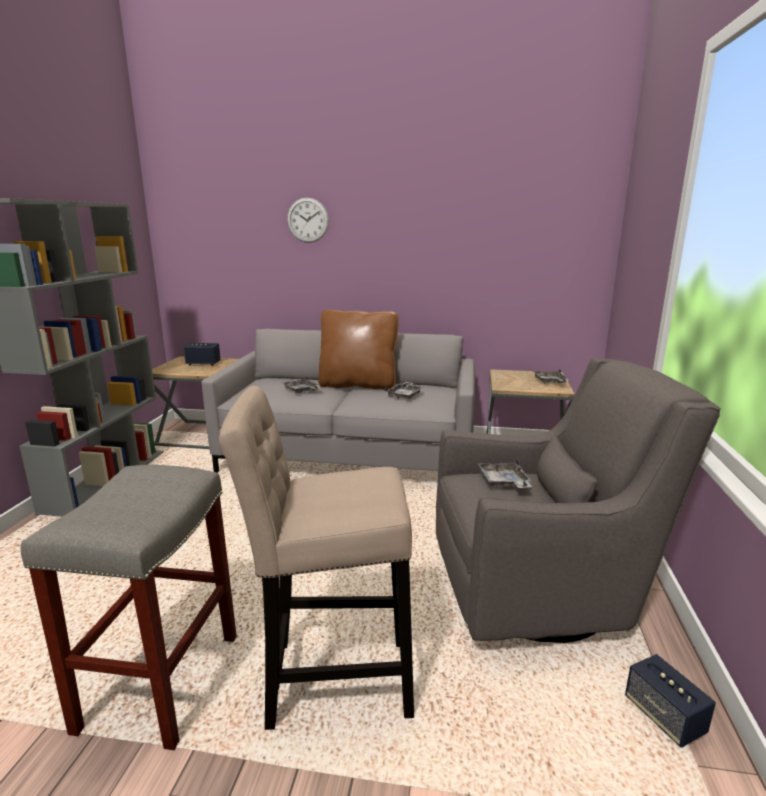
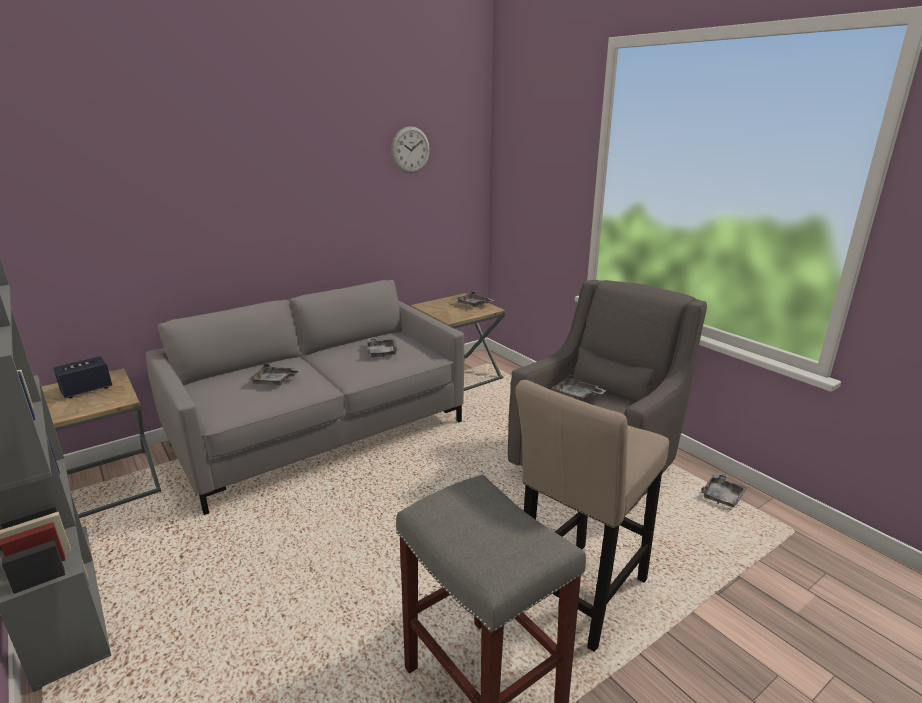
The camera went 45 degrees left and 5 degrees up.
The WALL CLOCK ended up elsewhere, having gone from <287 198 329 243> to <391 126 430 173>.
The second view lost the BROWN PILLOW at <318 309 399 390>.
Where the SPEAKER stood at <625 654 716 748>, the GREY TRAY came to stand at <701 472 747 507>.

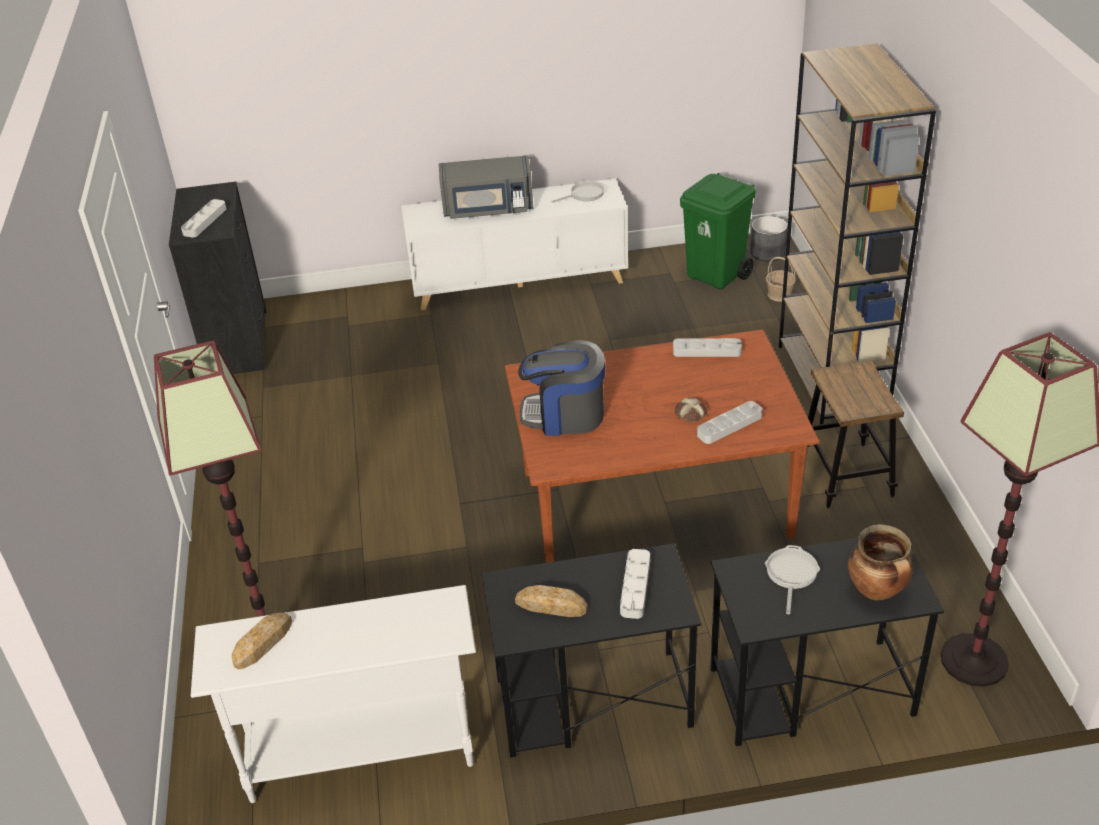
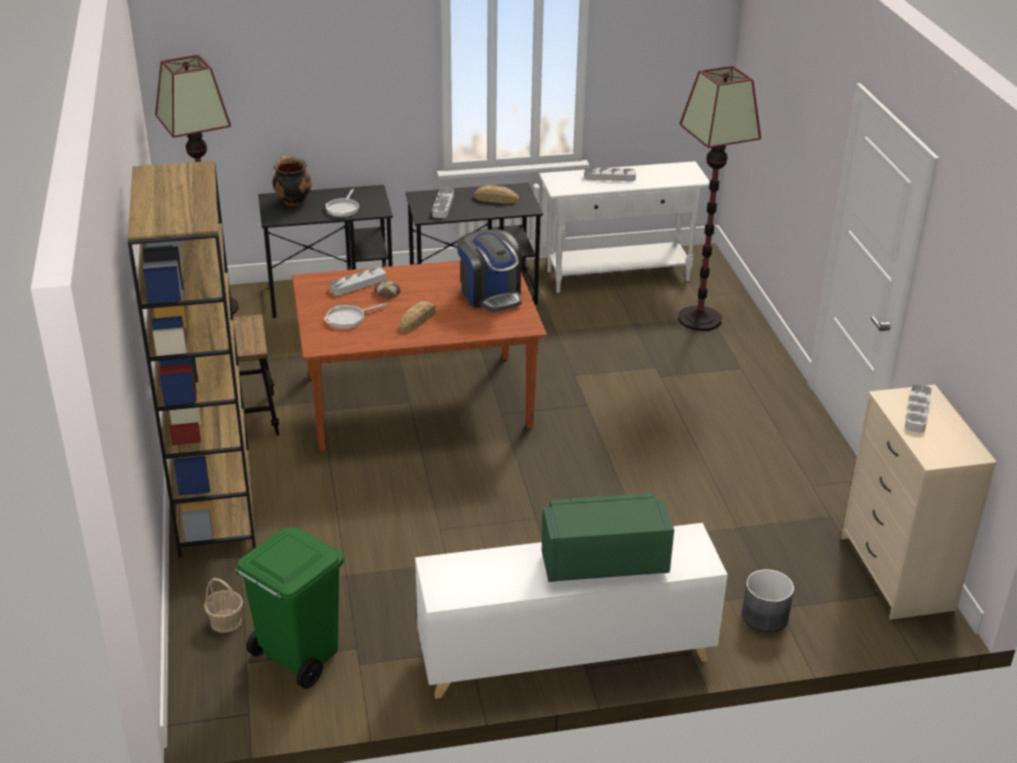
The camera went 175 degrees right and 5 degrees down.
What was the GREY MICROWAVE at <439 155 533 219> turned into the GREEN MICROWAVE at <542 493 674 582>.
The FRYING PAN ended up elsewhere, having gone from <551 181 606 203> to <324 303 386 329>.
What was the BLACK DRESSER at <169 182 267 374> turned into the BEIGE DRESSER at <841 385 997 619>.
The GREY PLANTER ended up elsewhere, having gone from <750 216 787 261> to <742 569 794 632>.
The GREY TRAY ended up elsewhere, having gone from <673 338 742 357> to <584 168 636 181>.
The COFFEE MACHINE at <518 340 605 436> ended up facing another way, 60 degrees clockwise from before.
The BREAD ended up elsewhere, having gone from <232 613 292 669> to <400 301 436 333>.

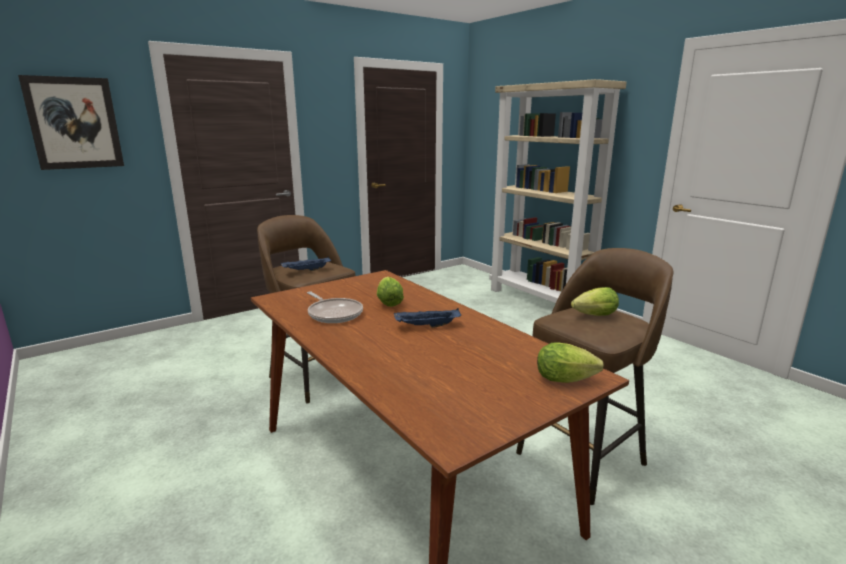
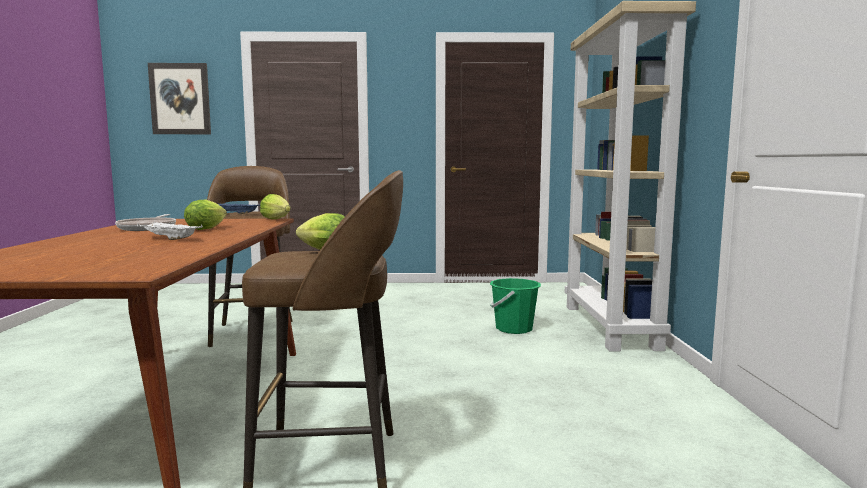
The camera went 35 degrees right and 10 degrees down.
What was the BLUE TRAY at <394 308 461 328> turned into the WHITE TRAY at <137 222 203 240>.
The LETTUCE ended up elsewhere, having gone from <537 342 604 383> to <260 194 291 219>.
The second view gained the GREEN BUCKET at <490 278 541 334>.

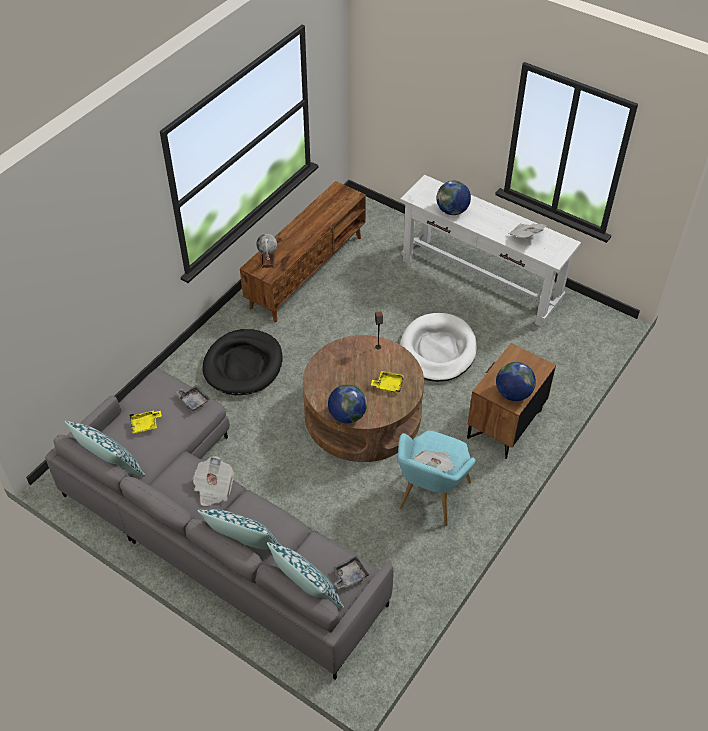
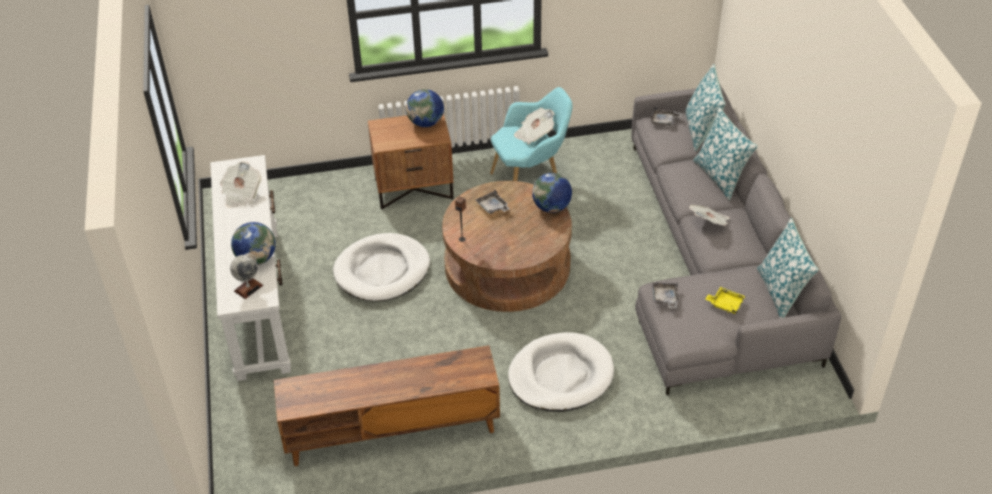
The camera went 135 degrees left and 5 degrees down.
The GLOBE ended up elsewhere, having gone from <256 234 277 268> to <230 253 263 299>.
What was the BLACK DOG BED at <202 329 283 395> turned into the WHITE DOG BED at <508 332 614 412>.
What was the YELLOW TRAY at <371 371 404 393> turned into the GREY TRAY at <476 190 510 214>.

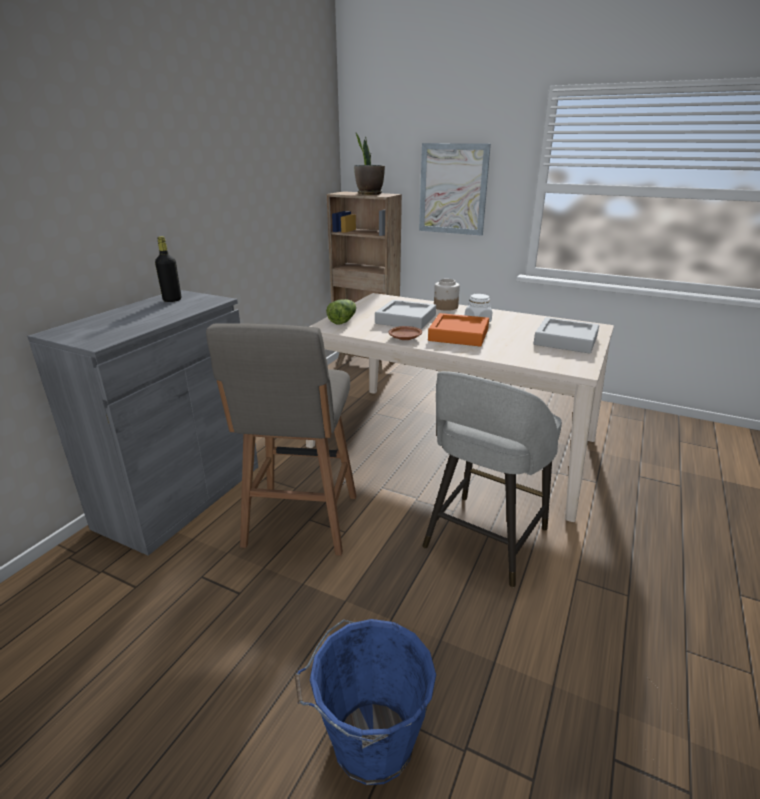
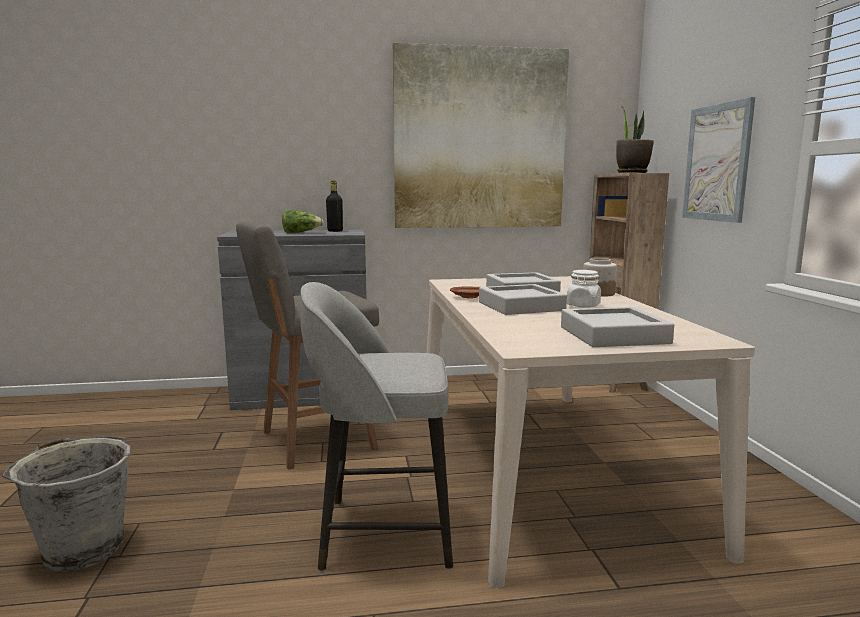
The camera went 55 degrees right and 15 degrees down.
The LETTUCE ended up elsewhere, having gone from <326 299 356 325> to <282 210 324 233>.
What was the ORANGE TRAY at <428 313 489 347> turned into the GREY TRAY at <479 284 567 315>.
What was the BLUE BUCKET at <295 619 436 785> turned into the GREY BUCKET at <2 436 130 571>.
The second view gained the PICTURE at <393 43 569 228>.

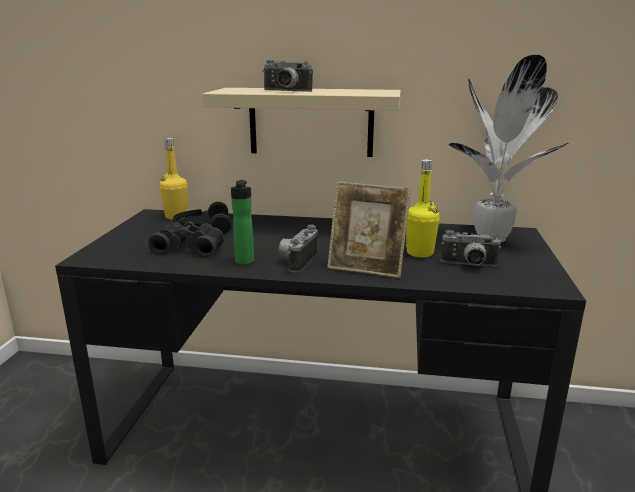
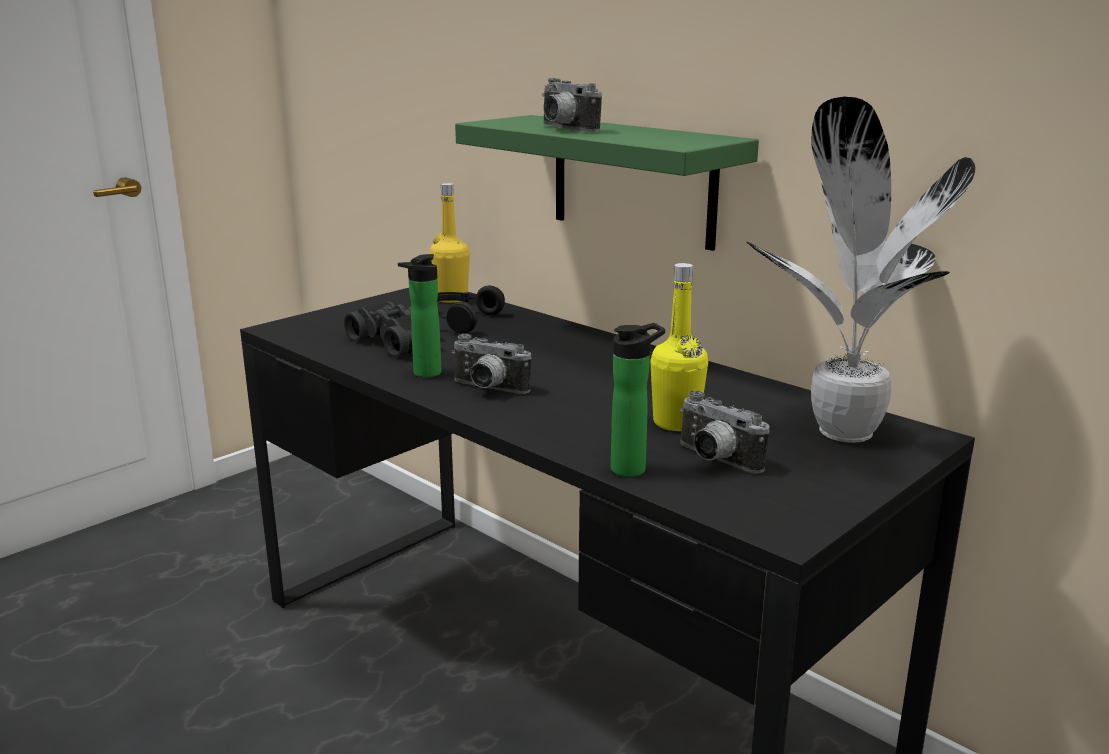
The camera went 35 degrees right and 0 degrees up.
What was the BEIGE SHELF at <203 88 401 157> turned into the GREEN SHELF at <455 115 759 251>.
The second view lost the PICTURE FRAME at <327 181 411 278>.
The PHOTO CAMERA at <279 225 318 273> ended up facing another way, 120 degrees counterclockwise from before.
The second view gained the BOTTLE at <611 323 665 477>.

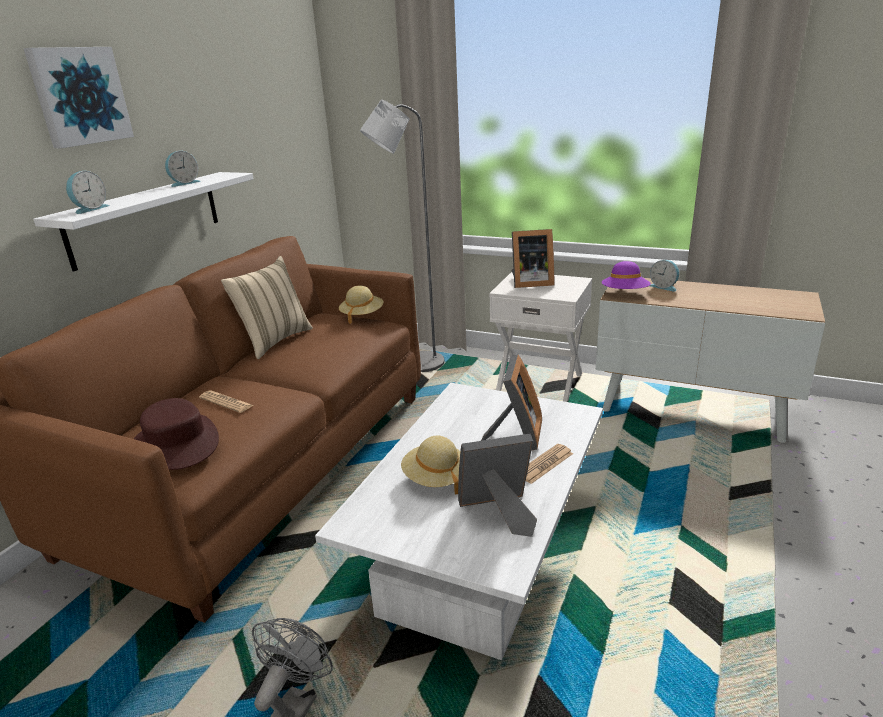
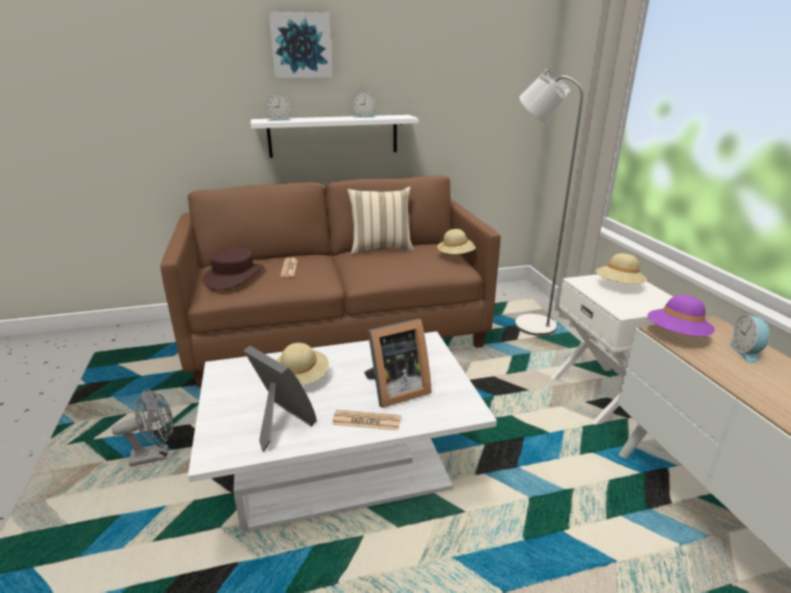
The camera went 50 degrees right and 0 degrees up.
Where the PICTURE FRAME stood at <511 229 554 288>, the BEIGE HAT came to stand at <596 253 647 284>.

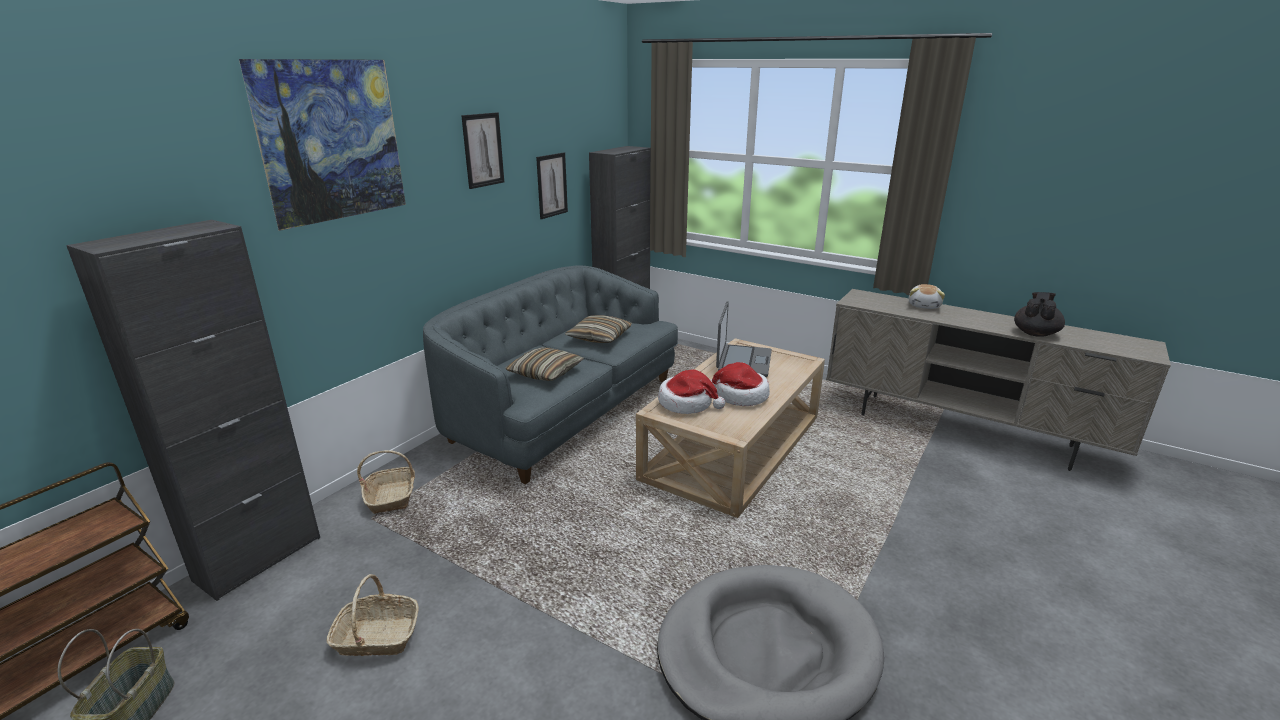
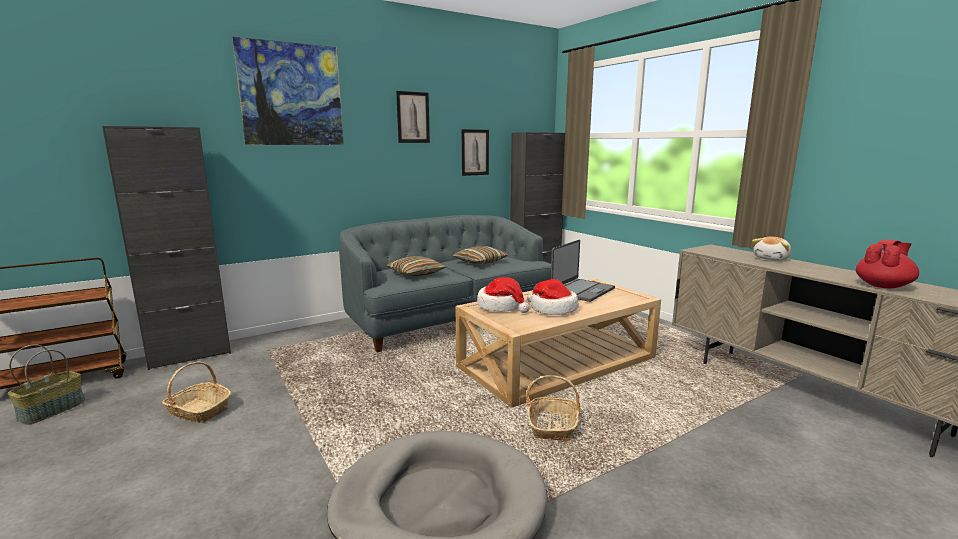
The camera went 25 degrees right and 10 degrees down.
What was the BLACK TEAPOT at <1014 292 1065 337> turned into the RED TEAPOT at <856 240 919 289>.
The BASKET ended up elsewhere, having gone from <357 450 415 514> to <526 375 580 441>.

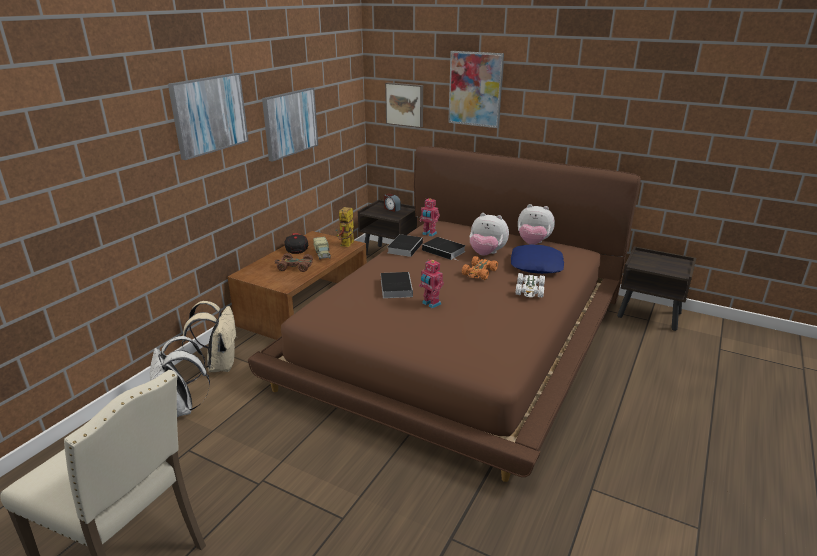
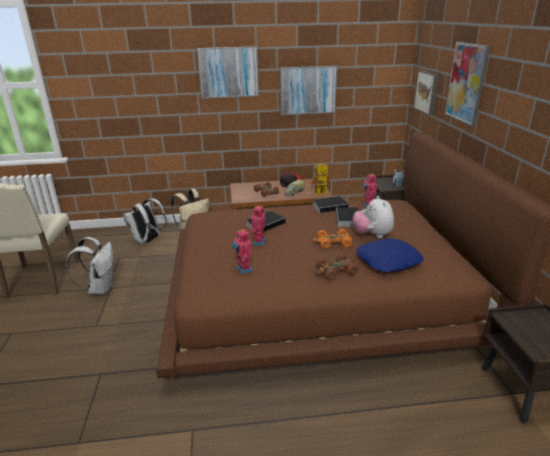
The camera went 55 degrees right and 0 degrees up.
The second view lost the PLUSH TOY at <518 204 555 245>.
What was the WHITE TOY CAR at <515 273 545 298> turned into the BROWN TOY CAR at <315 254 358 280>.
The second view gained the TOY ROBOT at <232 228 253 274>.
The second view gained the WHITE BACKPACK at <67 237 114 295>.

